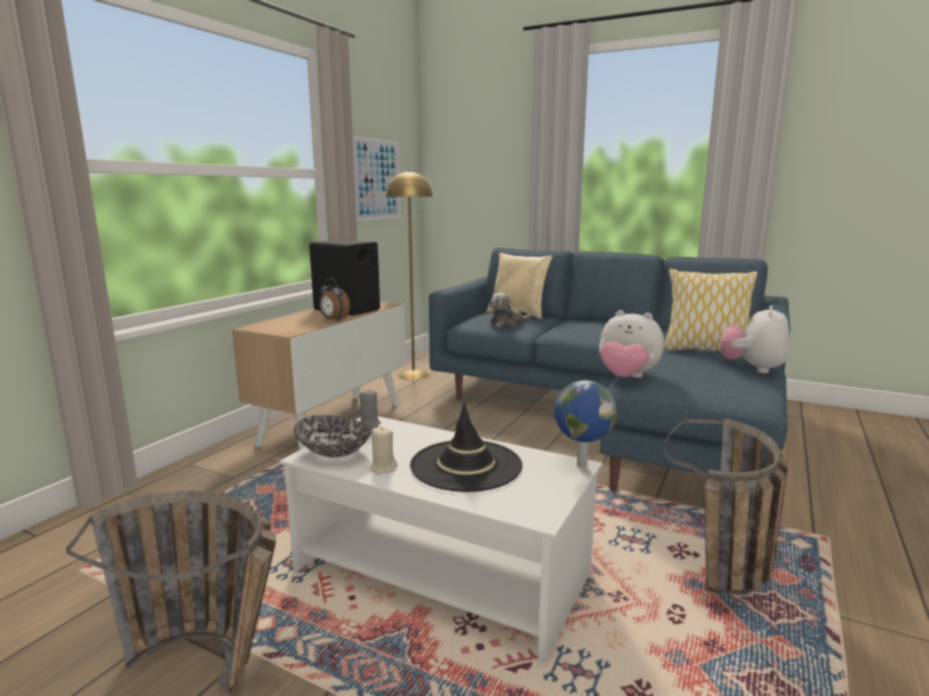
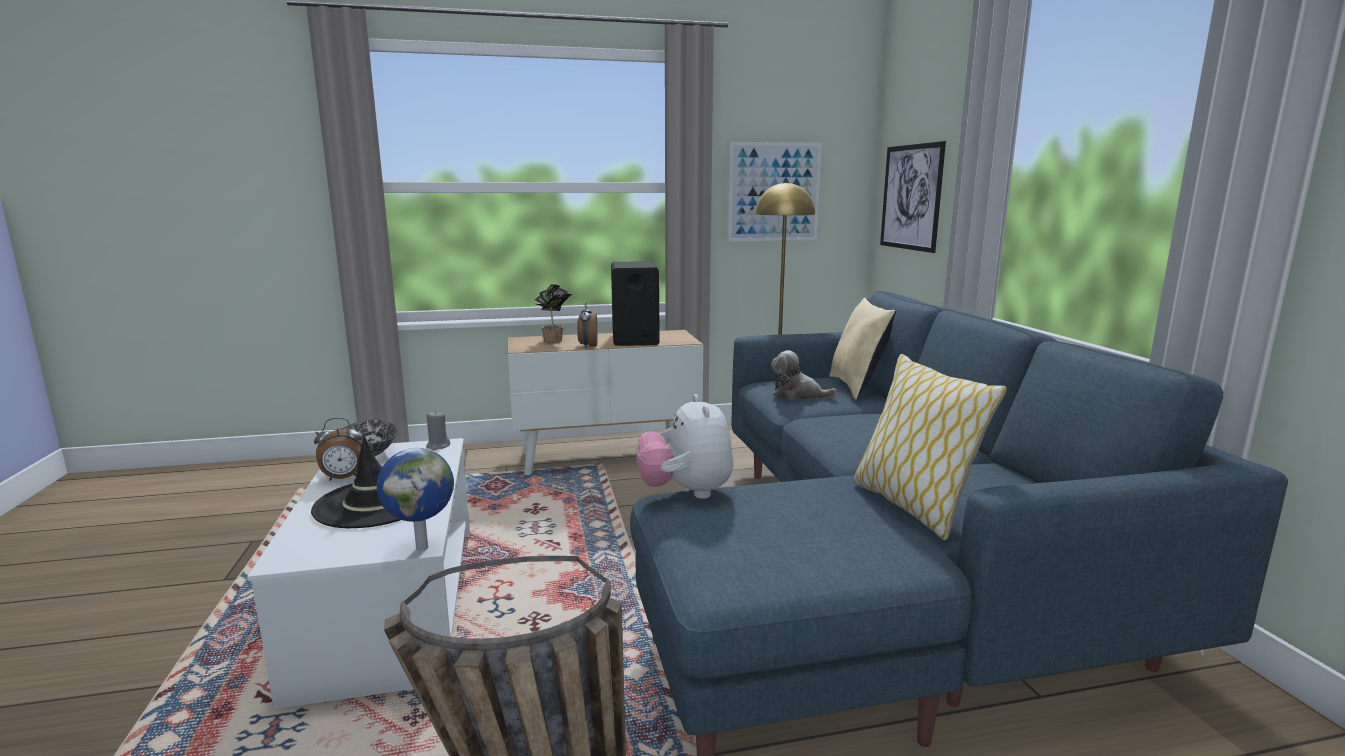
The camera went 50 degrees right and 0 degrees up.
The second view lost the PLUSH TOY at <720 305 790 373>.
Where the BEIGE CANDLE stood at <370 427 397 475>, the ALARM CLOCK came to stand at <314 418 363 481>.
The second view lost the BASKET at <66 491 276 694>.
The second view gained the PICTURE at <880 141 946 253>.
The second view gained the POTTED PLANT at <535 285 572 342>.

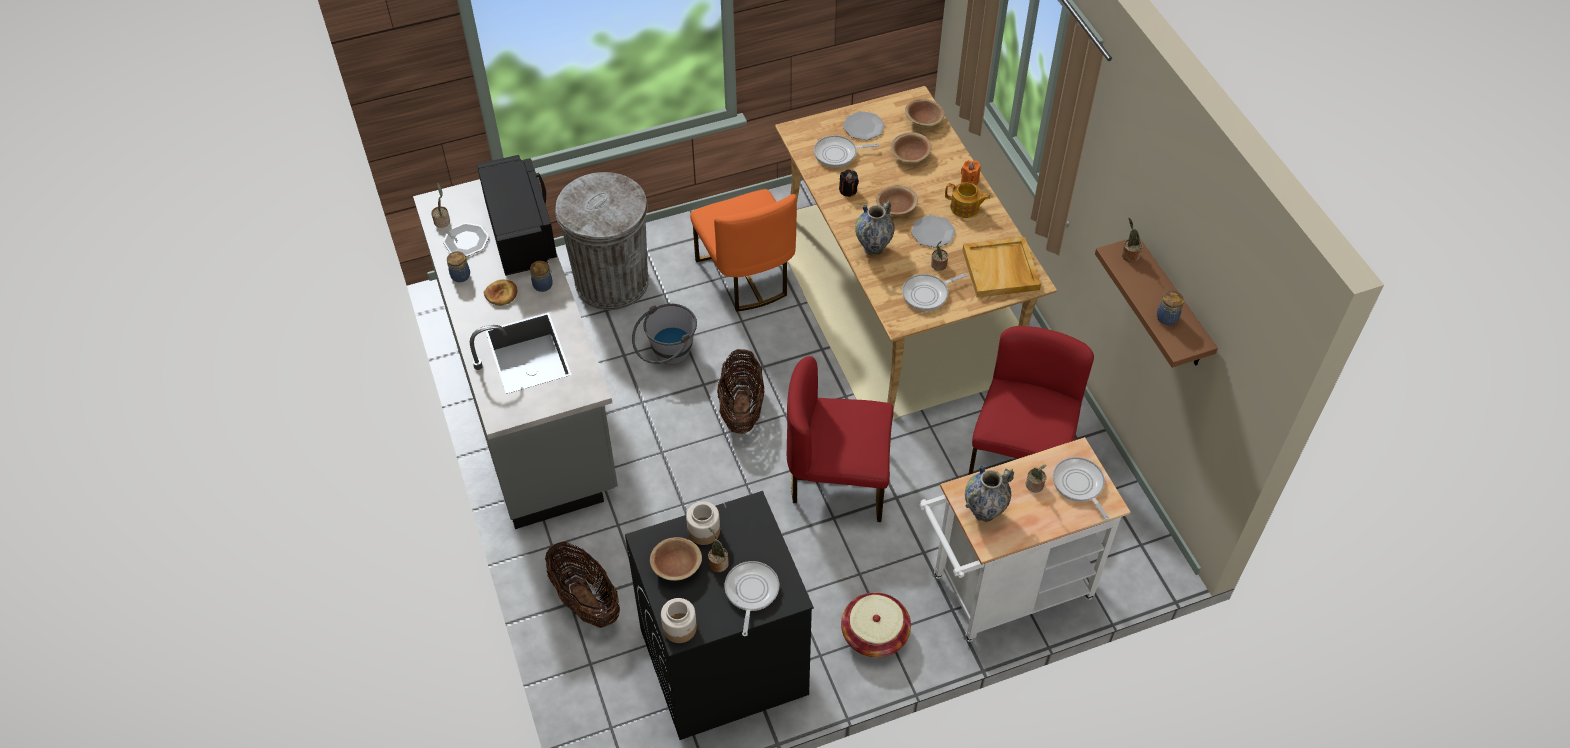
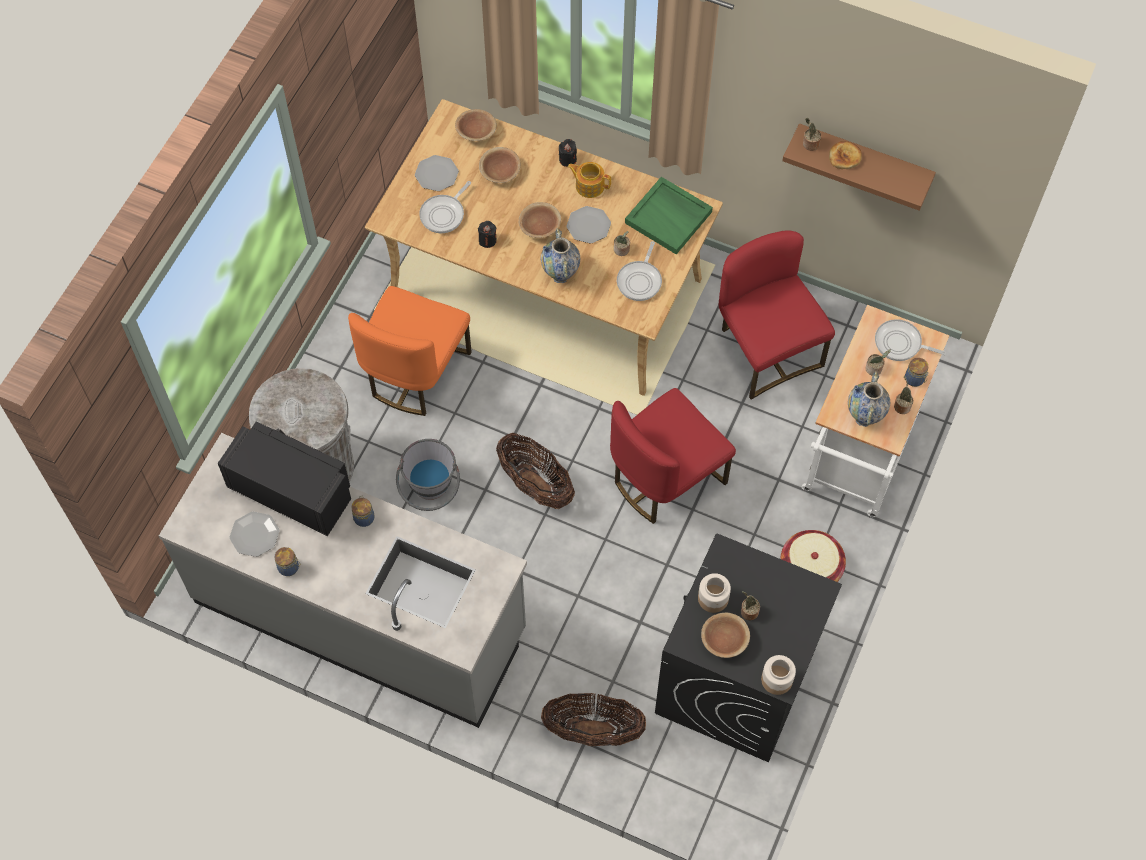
The camera went 45 degrees left and 10 degrees up.
What was the ORANGE CANDLE at <961 160 981 185> turned into the BLACK CANDLE at <559 139 577 167>.
The POTTED PLANT ended up elsewhere, having gone from <431 183 450 228> to <894 376 913 414>.
The TEAPOT at <945 183 990 218> ended up facing another way, 135 degrees counterclockwise from before.
The ORANGE CHAIR at <690 189 797 312> ended up facing another way, 90 degrees clockwise from before.
What was the BEIGE TRAY at <962 237 1041 298> turned into the GREEN TRAY at <625 177 713 255>.
The BREAD ended up elsewhere, having gone from <484 280 518 306> to <829 141 862 169>.
The JAR ended up elsewhere, having gone from <1157 291 1184 325> to <905 358 929 387>.
The second view lost the FRYING PAN at <724 561 779 636>.

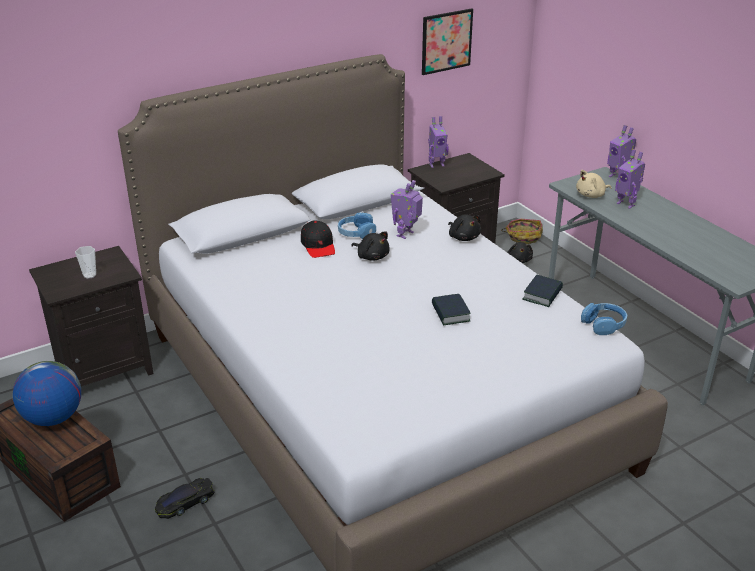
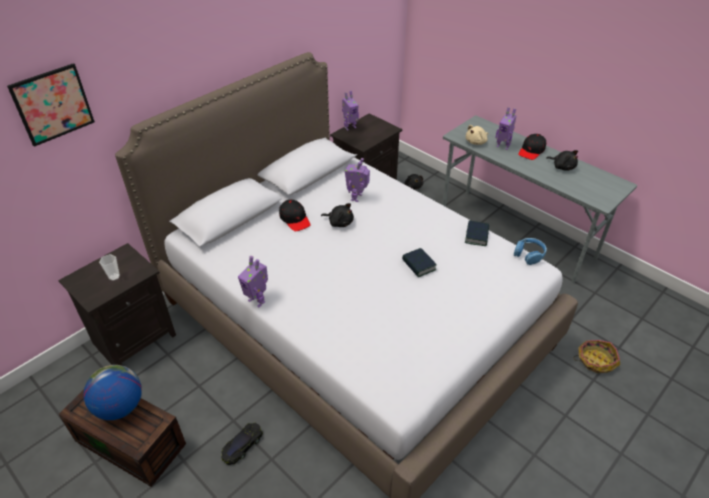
The camera went 15 degrees left and 10 degrees up.
The PICTURE ended up elsewhere, having gone from <422 8 473 75> to <7 63 95 147>.
The TOY ROBOT ended up elsewhere, having gone from <607 125 636 177> to <238 256 268 307>.
The second view lost the BLUE HEADPHONES at <338 212 376 239>.
The BLACK PLUSH TOY ended up elsewhere, having gone from <448 214 481 241> to <546 150 578 171>.
The BASKET ended up elsewhere, having gone from <501 219 543 244> to <573 340 620 373>.
The second view gained the BLACK CAP at <518 134 546 160>.

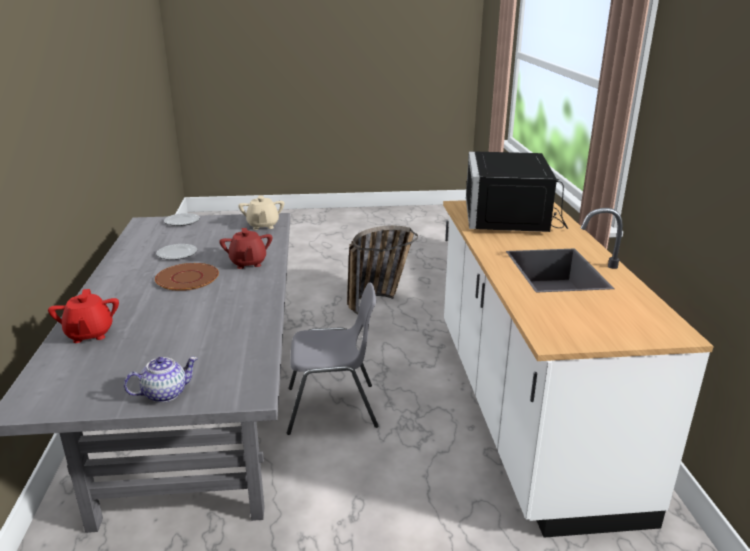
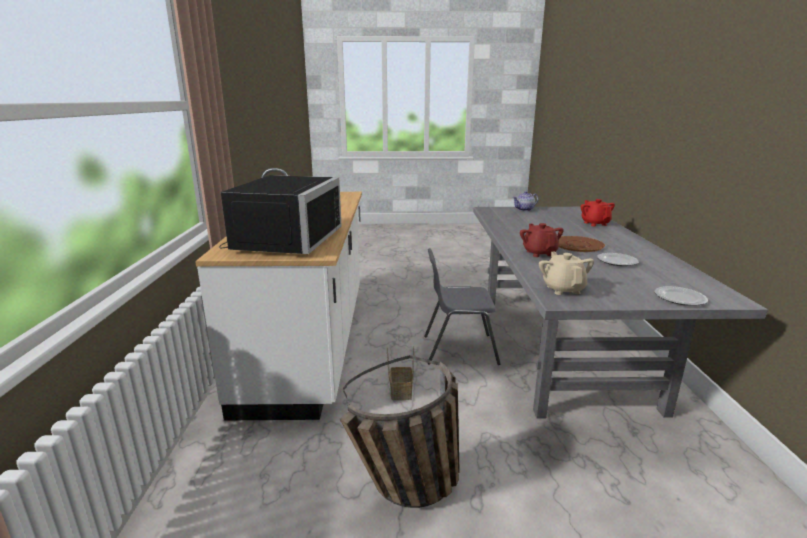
The camera went 175 degrees left and 5 degrees down.
The second view gained the BASKET at <387 347 414 400>.

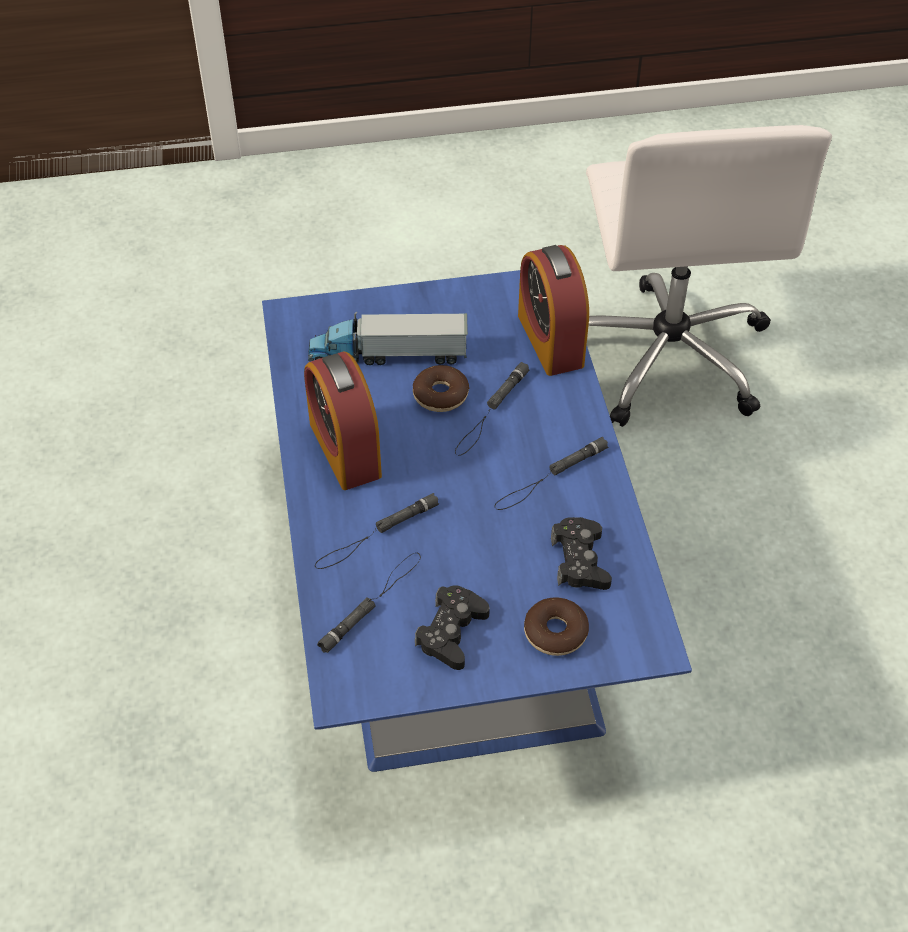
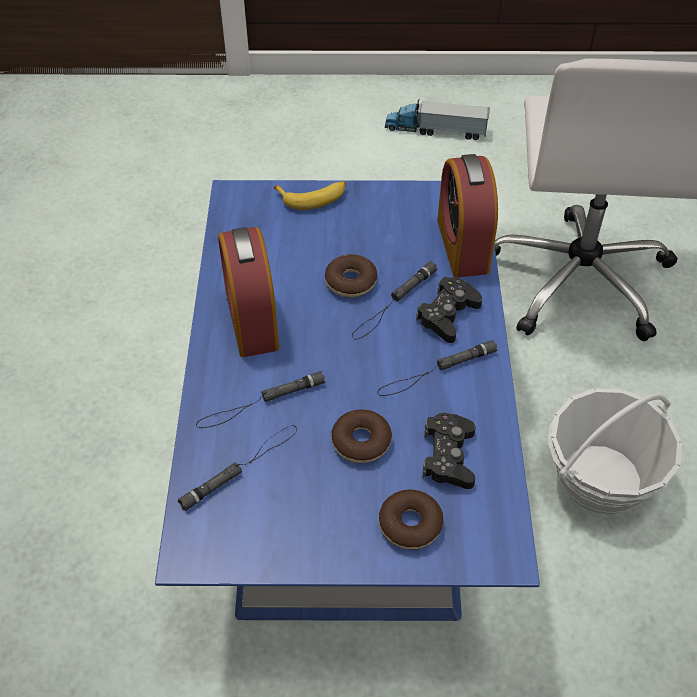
The camera went 10 degrees right and 0 degrees up.
The TOY TRUCK ended up elsewhere, having gone from <308 312 468 365> to <385 99 490 140>.
The BLACK GAME CONTROLLER ended up elsewhere, having gone from <415 585 490 670> to <416 277 482 343>.
The second view gained the BANANA at <274 181 346 210>.
The second view gained the BASKET at <548 388 682 514>.
The second view gained the DONUT at <331 409 392 463>.

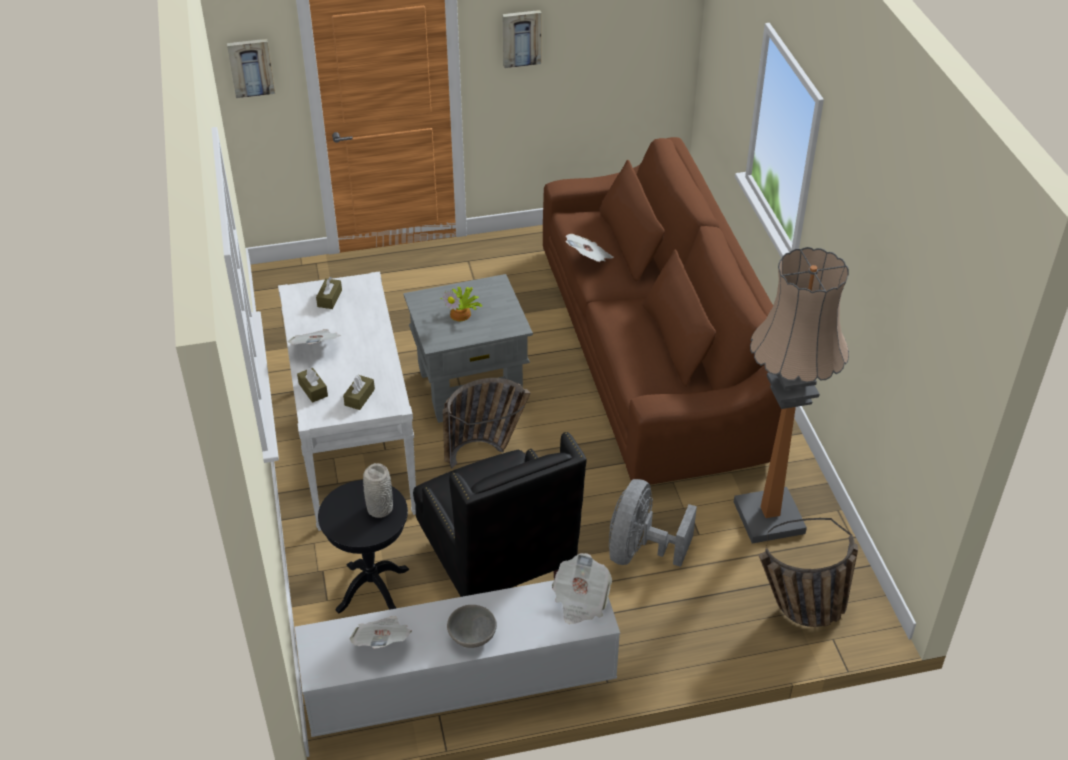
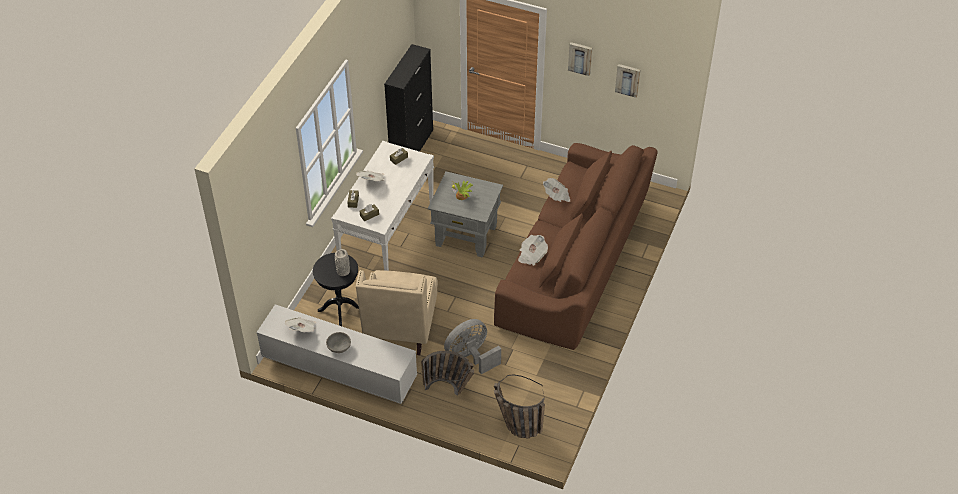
The camera went 35 degrees right and 5 degrees up.
The PICTURE ended up elsewhere, having gone from <227 39 275 98> to <615 64 640 98>.
The second view lost the FLOOR LAMP at <734 247 849 544>.
The BASKET ended up elsewhere, having gone from <443 378 531 469> to <421 351 474 396>.
What was the BLACK ARMCHAIR at <413 432 587 597> turned into the BEIGE ARMCHAIR at <356 270 438 355>.
The NEWSPAPER ended up elsewhere, having gone from <552 553 612 624> to <518 235 548 266>.
The second view gained the BLACK CABINET at <384 44 433 152>.

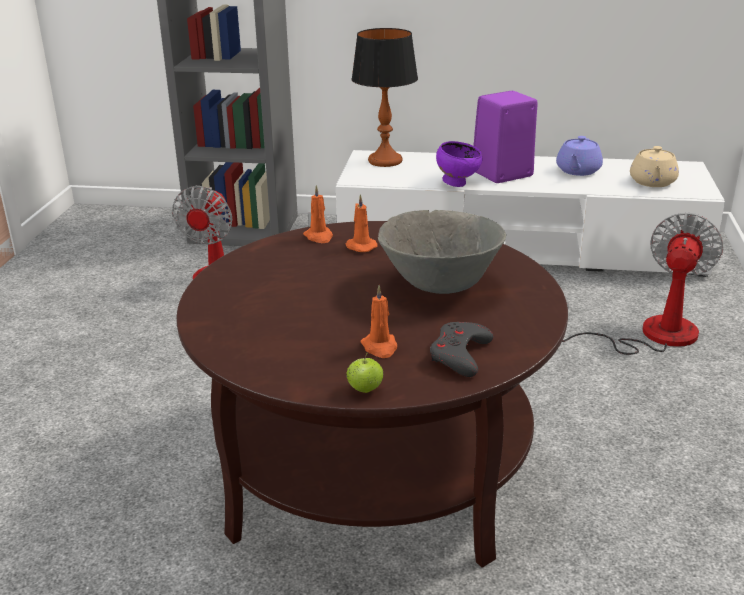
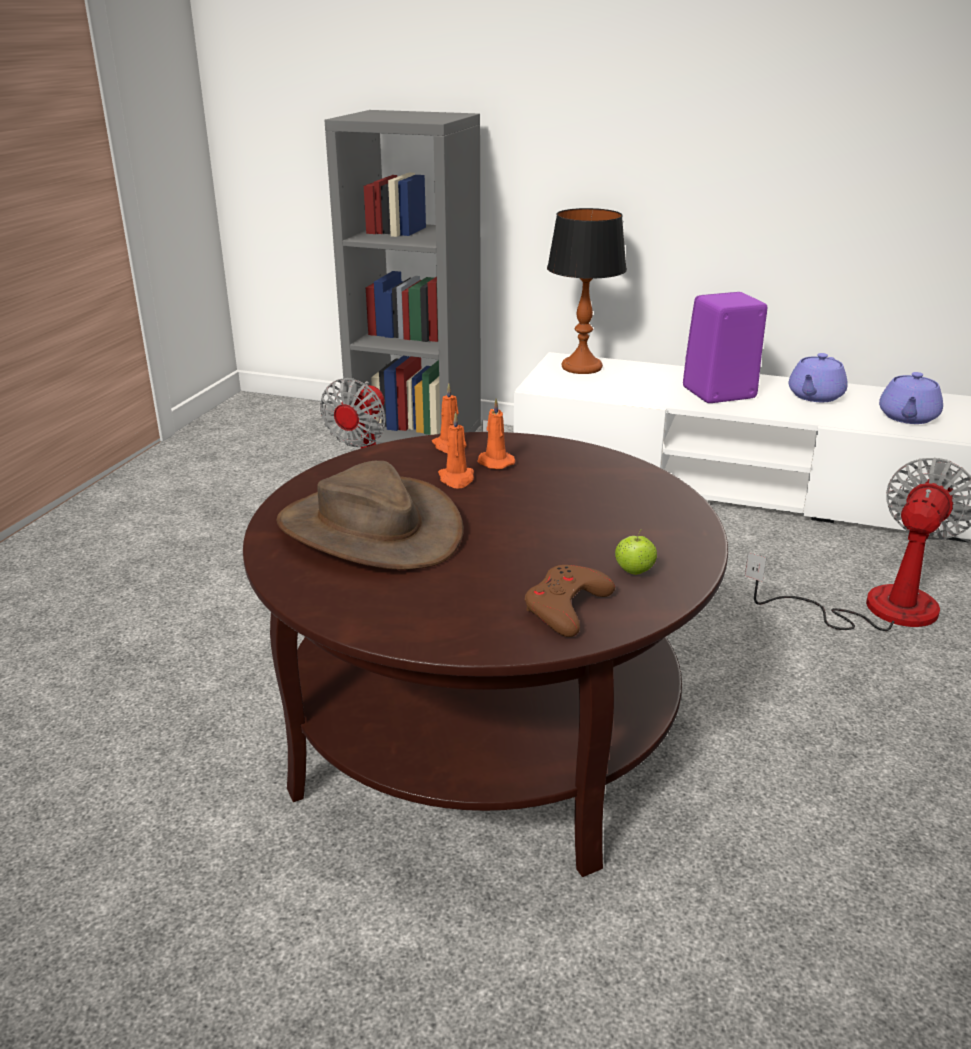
The camera went 10 degrees right and 0 degrees up.
The second view lost the PURPLE BOWL at <436 141 482 187>.
What was the BEIGE TEAPOT at <630 146 679 187> turned into the PURPLE TEAPOT at <879 372 943 424>.
The second view lost the GREY BOWL at <378 210 506 294>.
The ORANGE CANDLE ended up elsewhere, having gone from <360 285 397 358> to <438 412 474 488>.
What was the GREY GAME CONTROLLER at <430 322 494 377> turned into the BROWN GAME CONTROLLER at <525 565 615 637>.
The APPLE ended up elsewhere, having gone from <346 352 383 393> to <615 529 657 575>.
The second view gained the BROWN HAT at <277 461 464 570>.

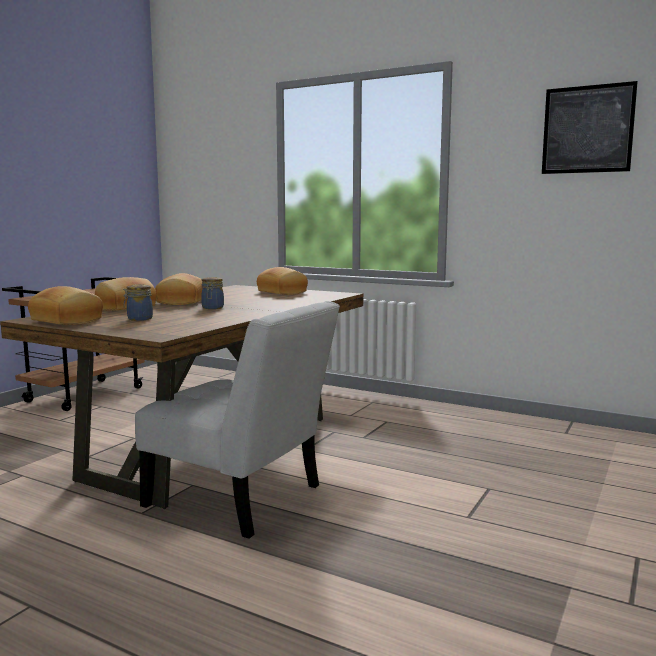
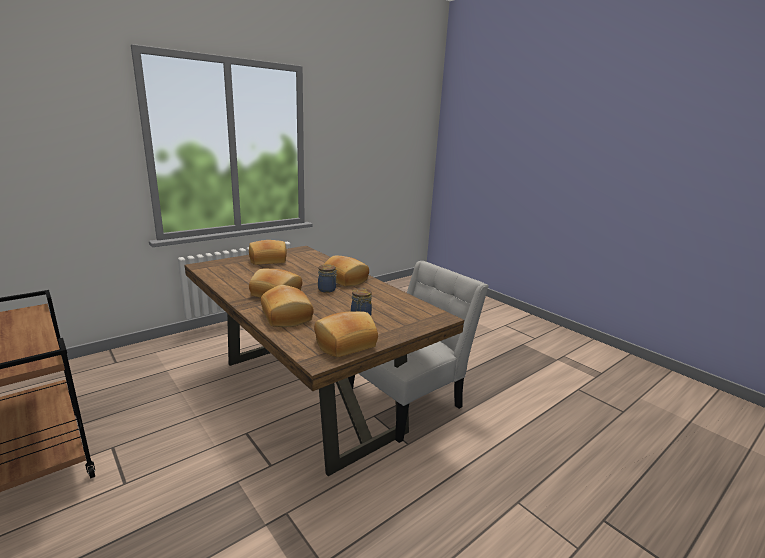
The camera went 70 degrees left and 10 degrees up.
The second view lost the PICTURE at <542 81 638 174>.
The second view gained the BREAD at <324 255 369 286>.

